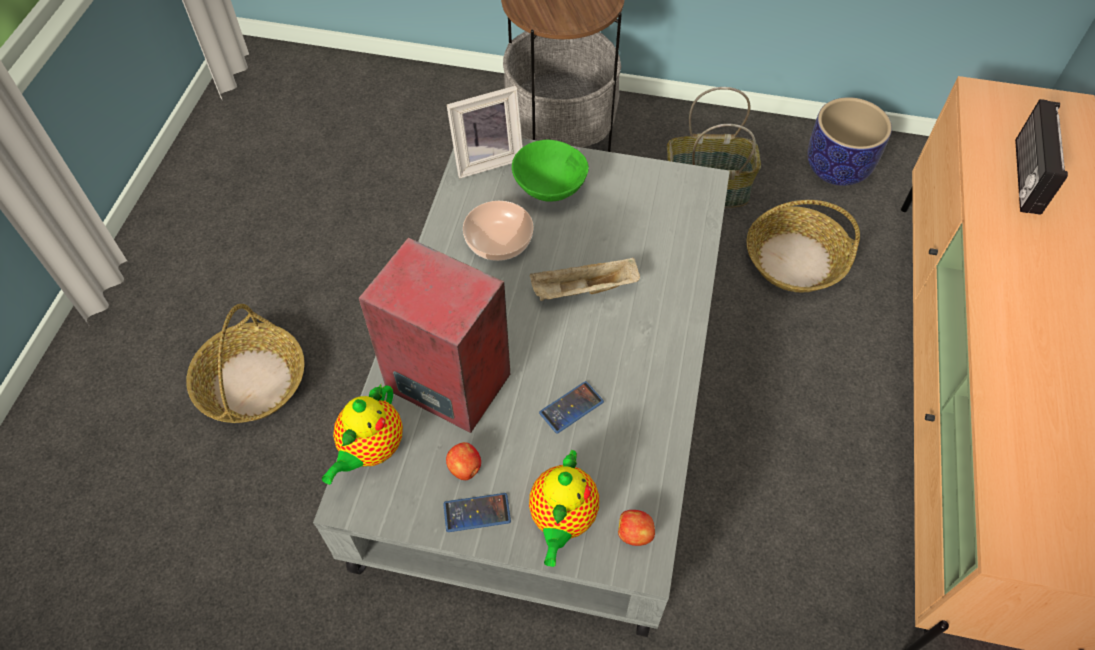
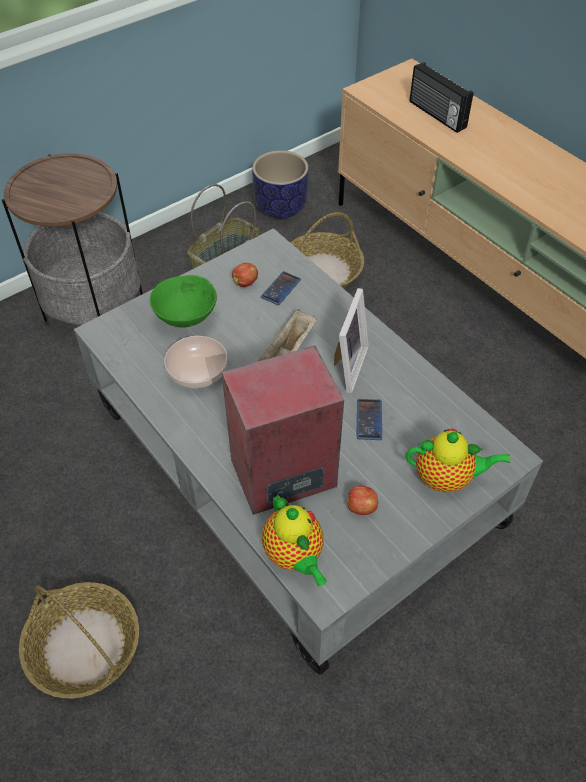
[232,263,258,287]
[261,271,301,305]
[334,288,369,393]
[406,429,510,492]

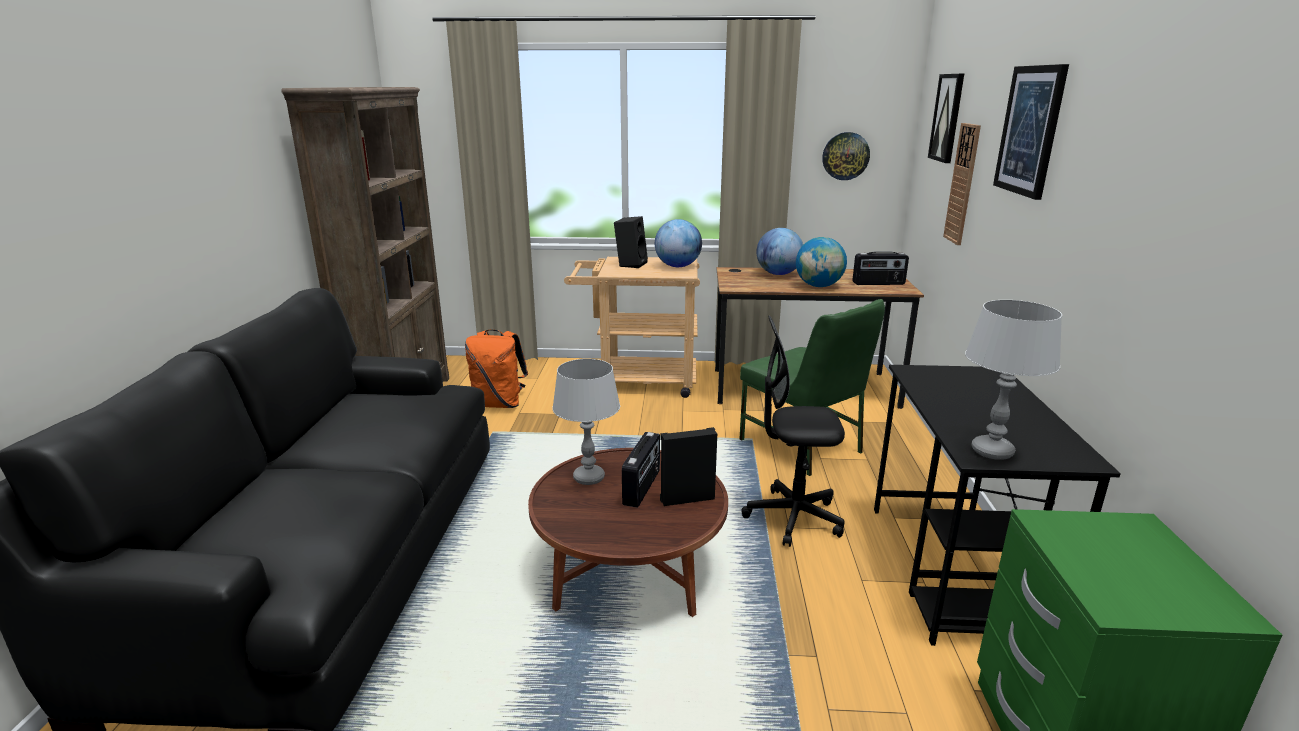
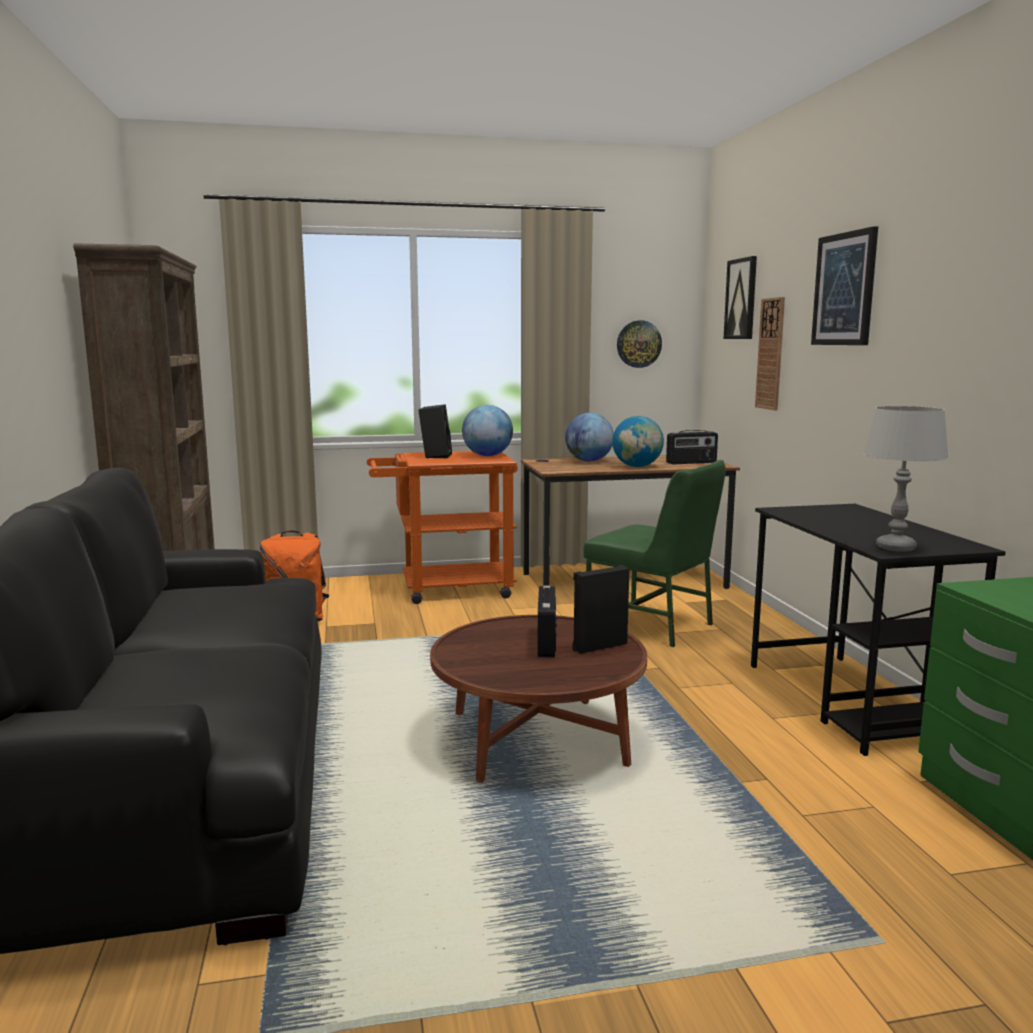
[367,451,518,604]
[552,359,620,485] (first image)
[741,316,845,547] (first image)

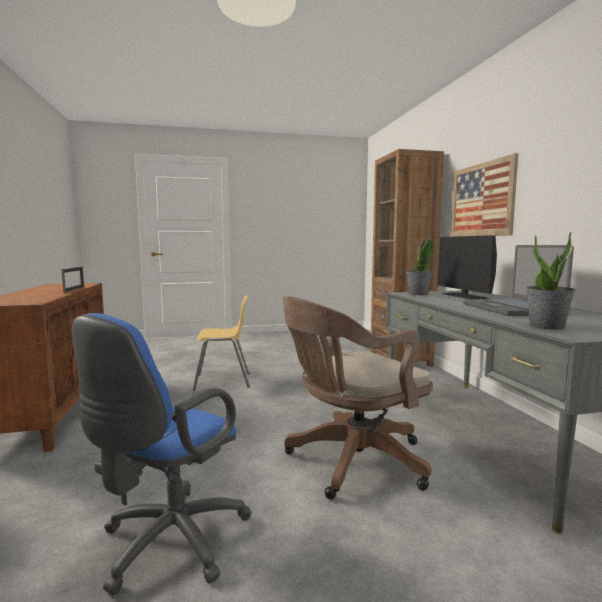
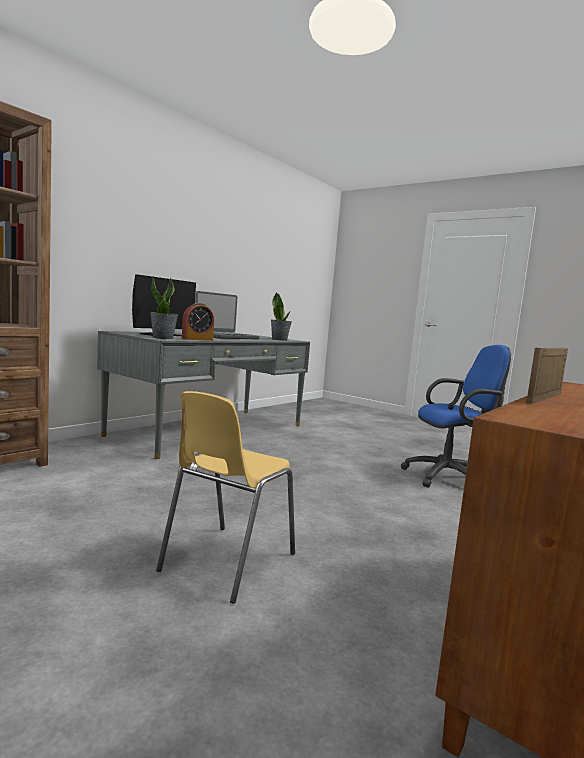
[156,391,295,604]
[182,303,214,341]
[282,296,433,499] (first image)
[451,153,518,237] (first image)

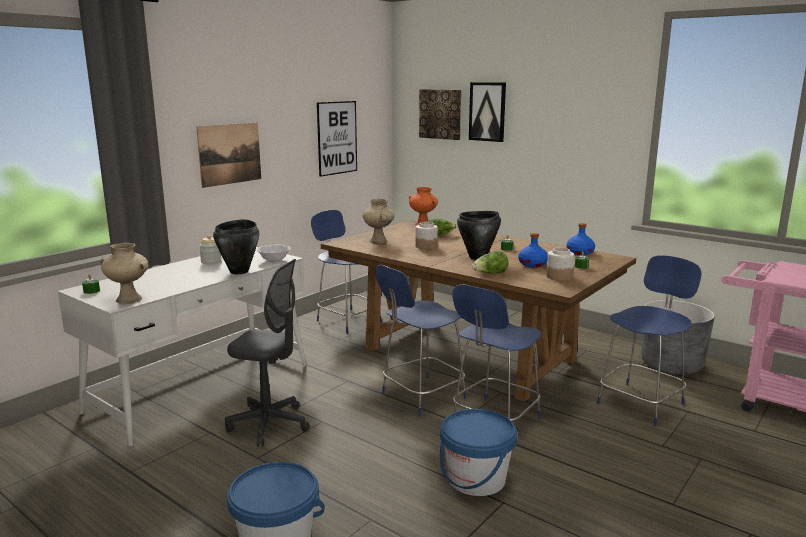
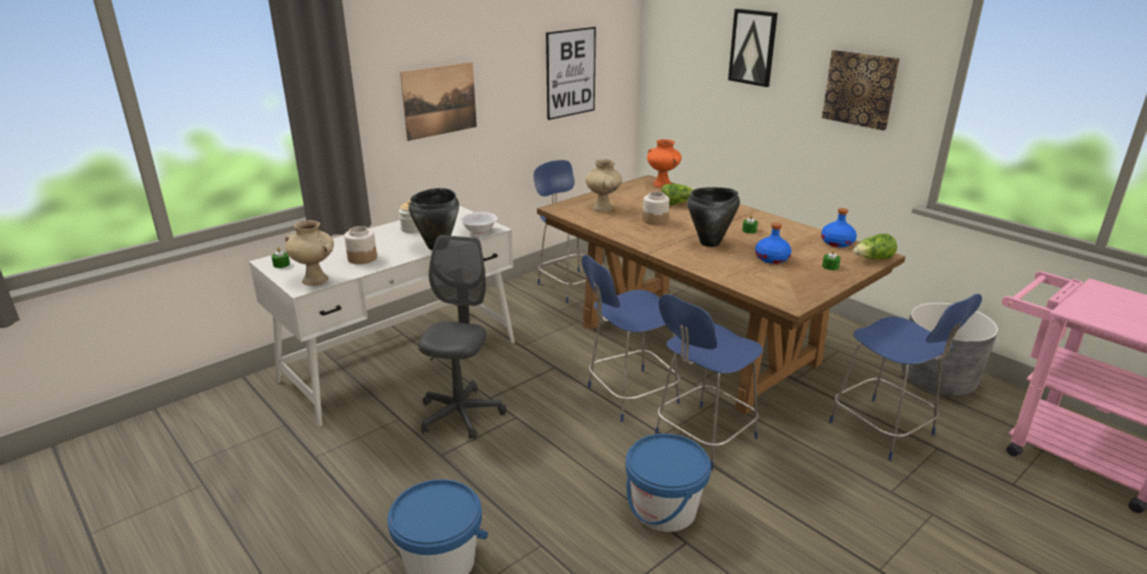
[344,226,377,264]
[418,235,506,439]
[822,50,900,130]
[829,294,982,461]
[853,234,897,259]

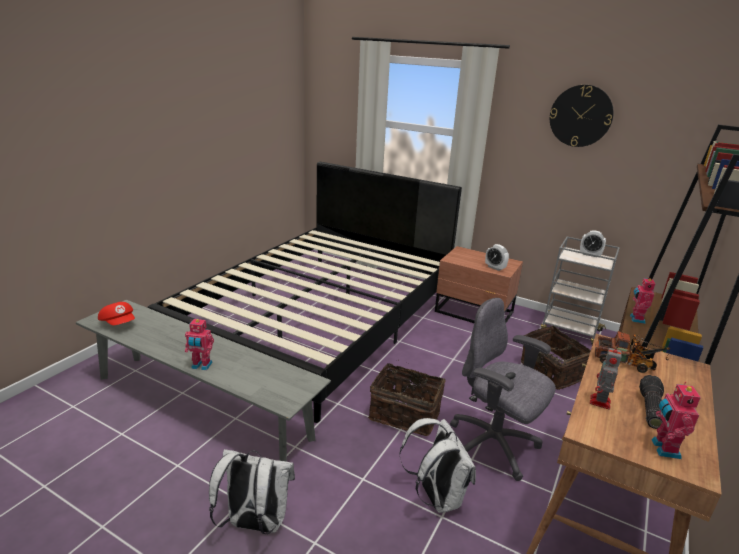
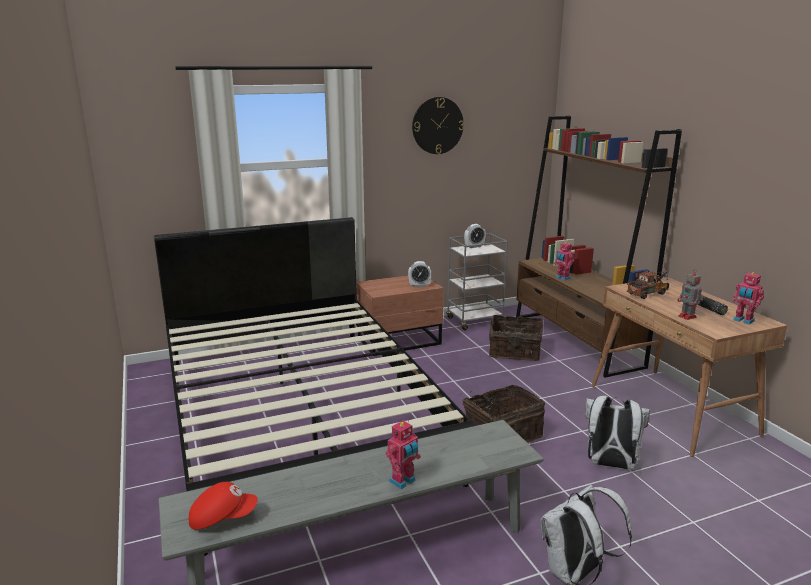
[450,298,556,481] (first image)

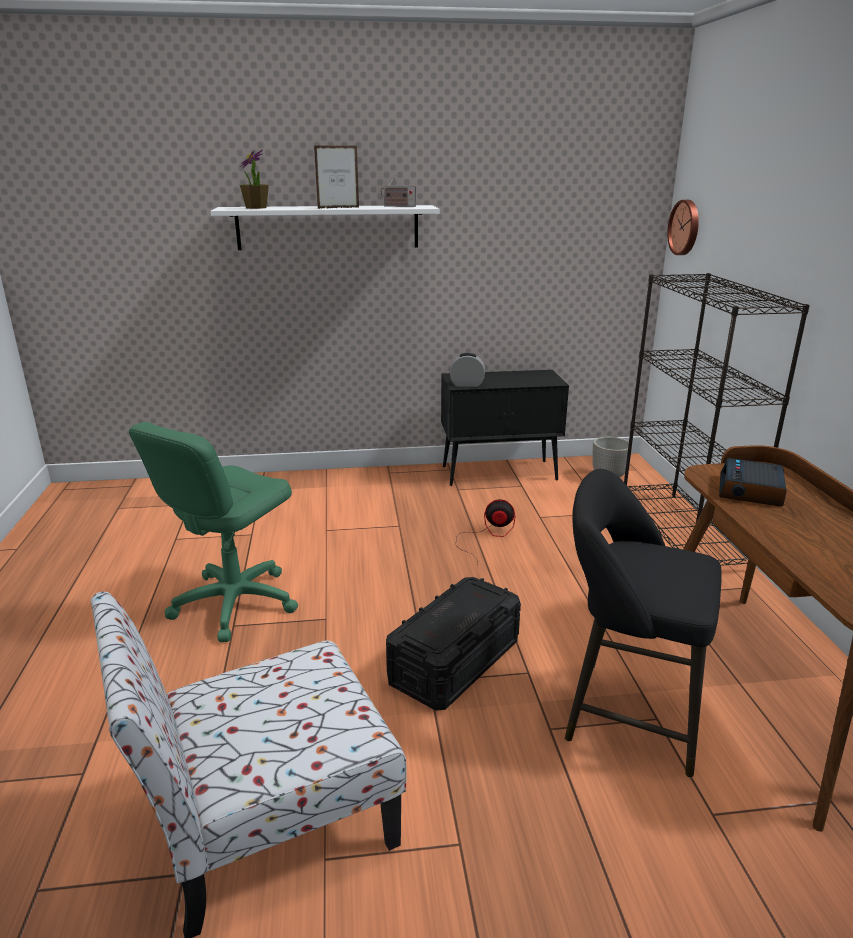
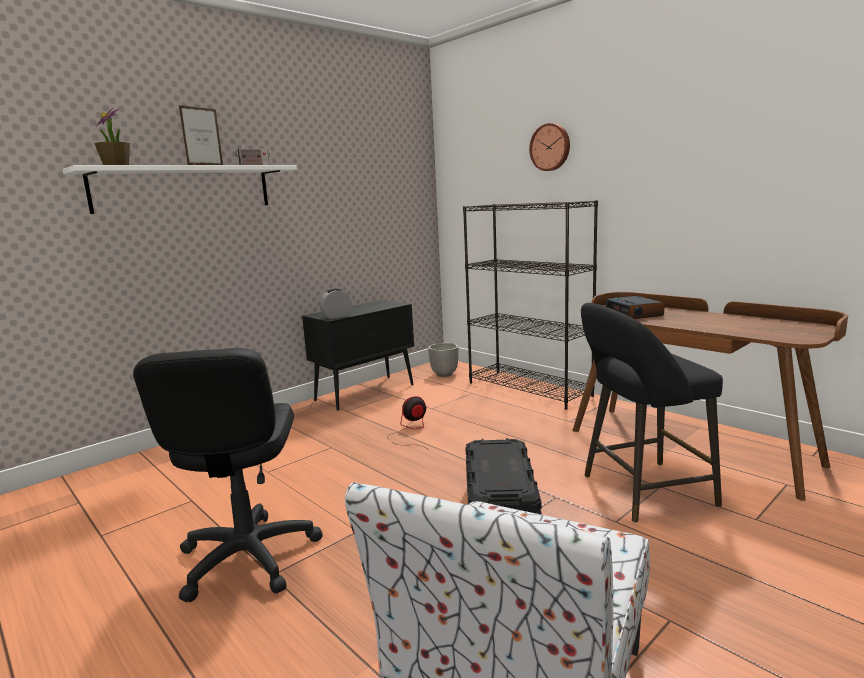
[133,348,323,602]
[529,123,570,171]

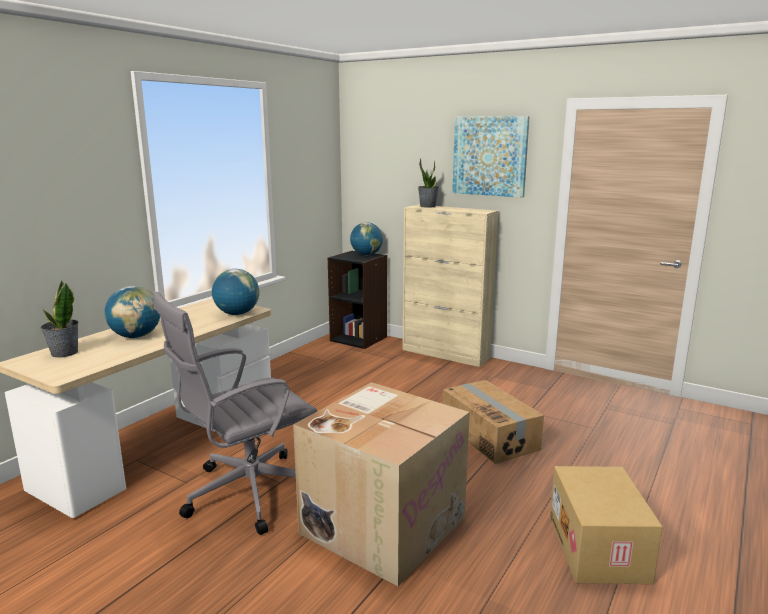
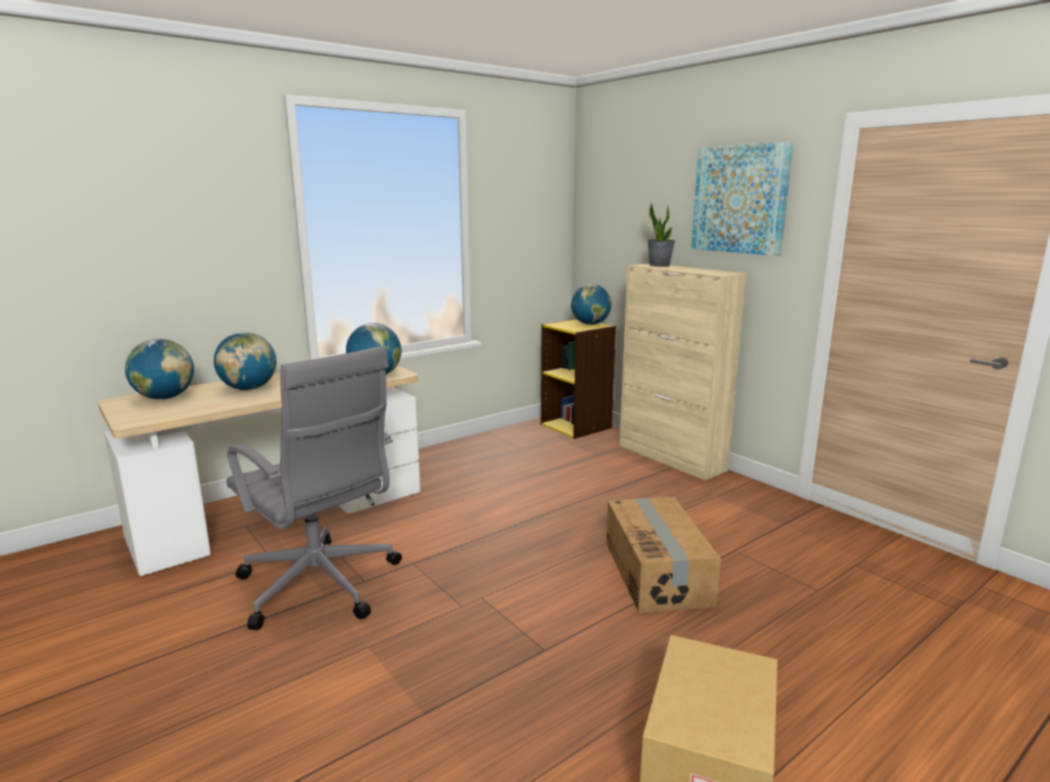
[125,339,194,399]
[226,346,402,630]
[541,319,616,439]
[293,382,469,586] (first image)

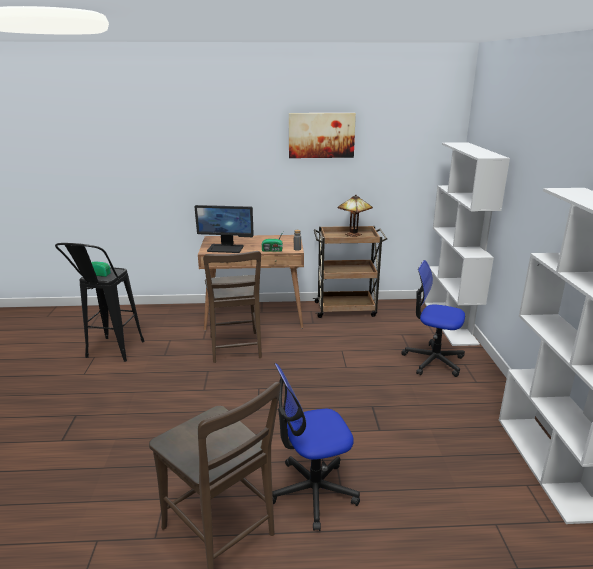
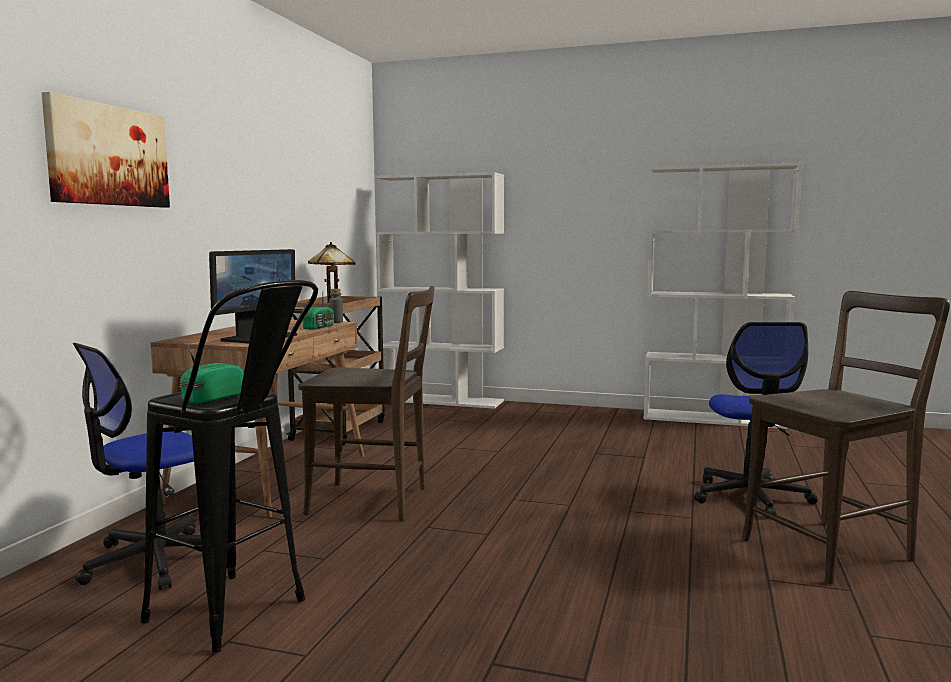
[42,92,170,208]
[73,343,201,590]

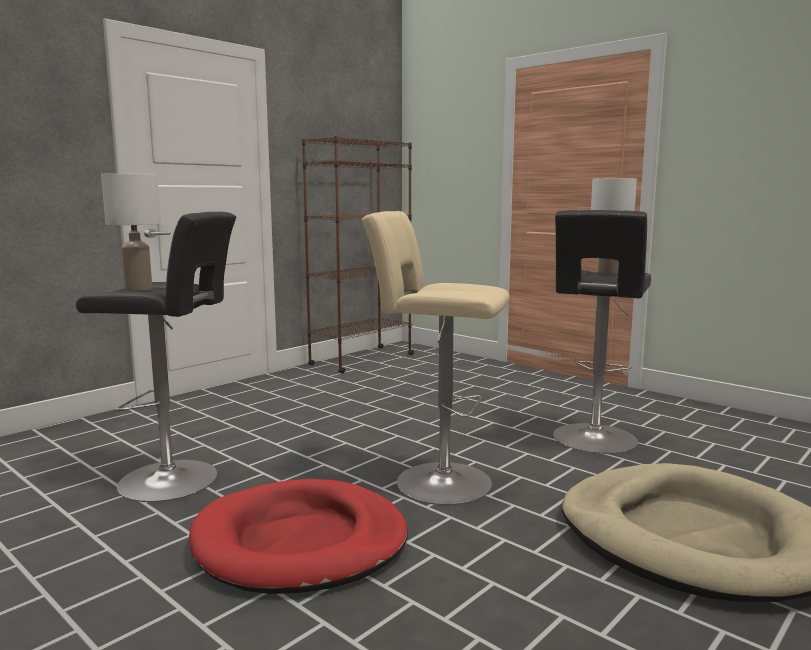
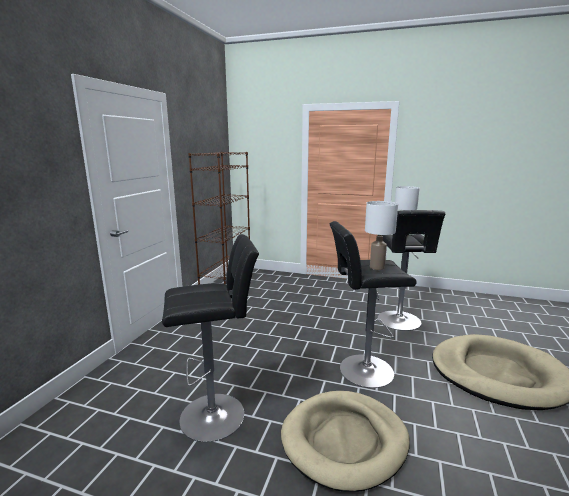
[281,391,410,492]
[330,221,417,388]
[365,201,398,270]

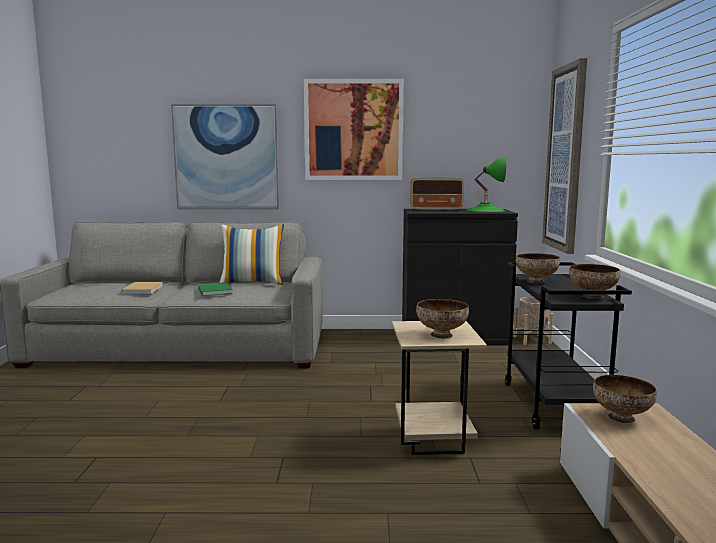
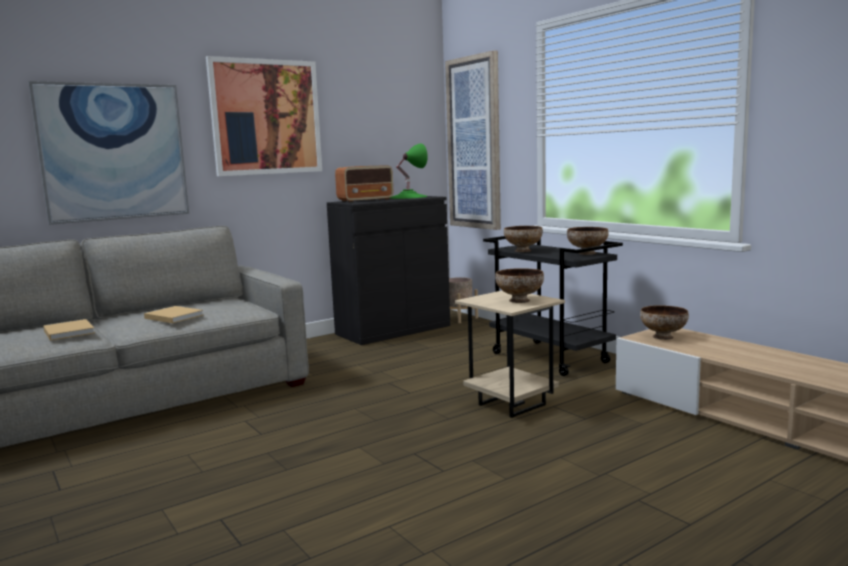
[144,306,203,323]
[219,224,284,285] (first image)

